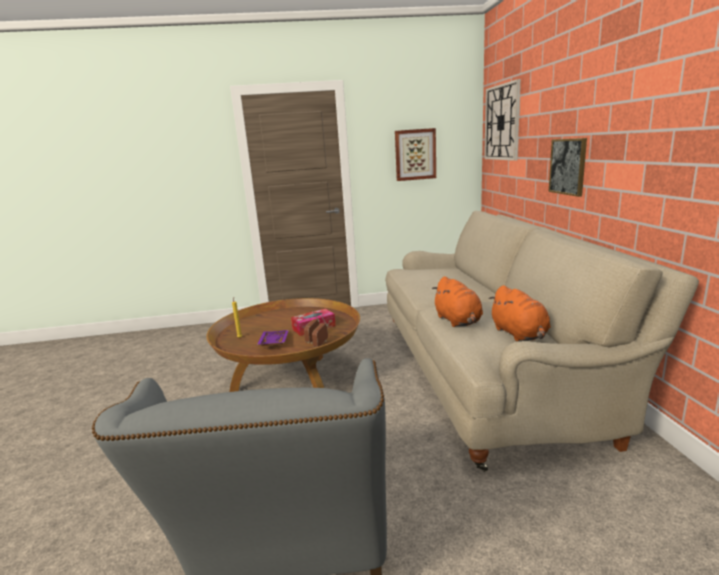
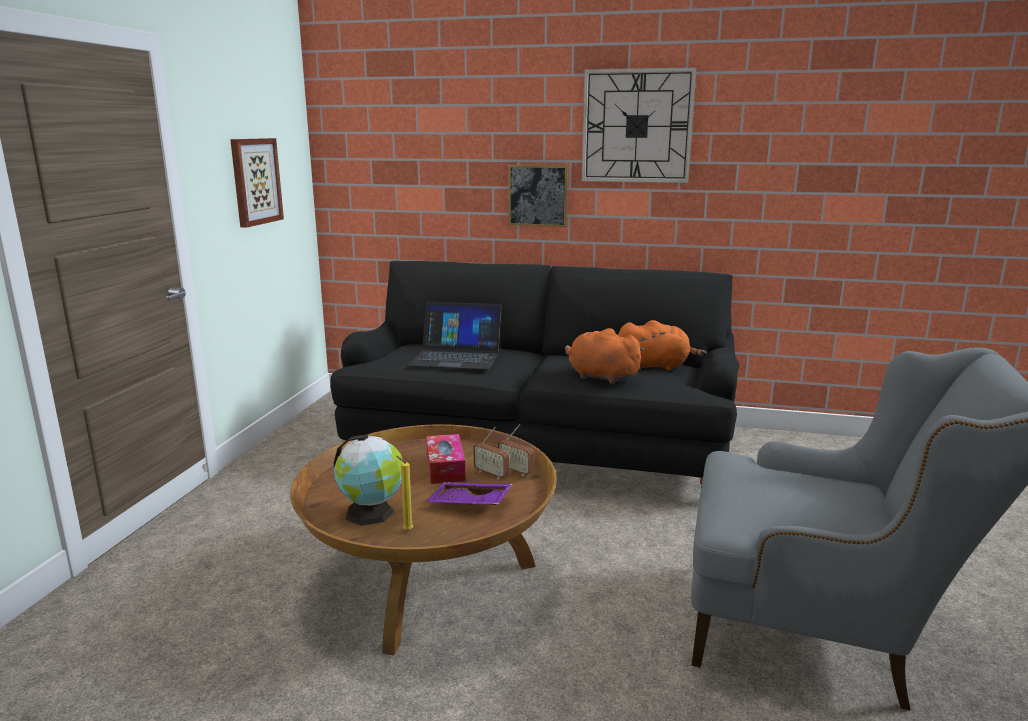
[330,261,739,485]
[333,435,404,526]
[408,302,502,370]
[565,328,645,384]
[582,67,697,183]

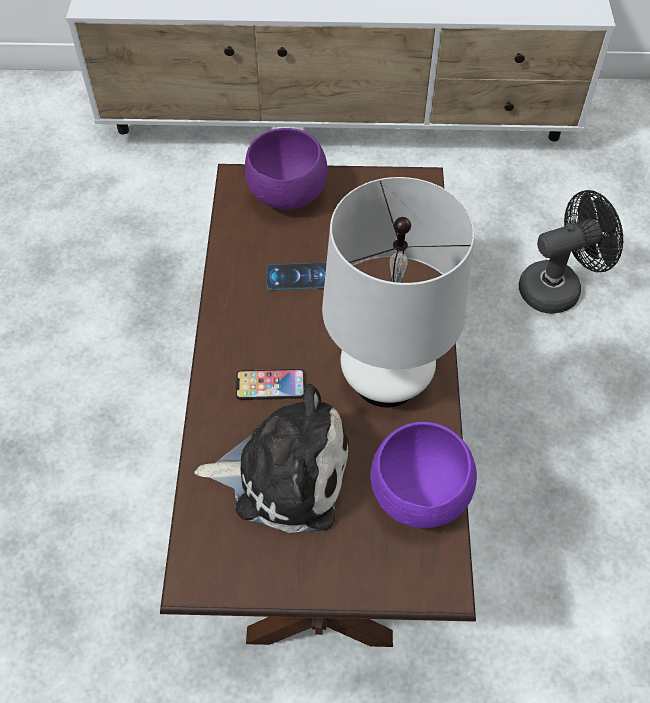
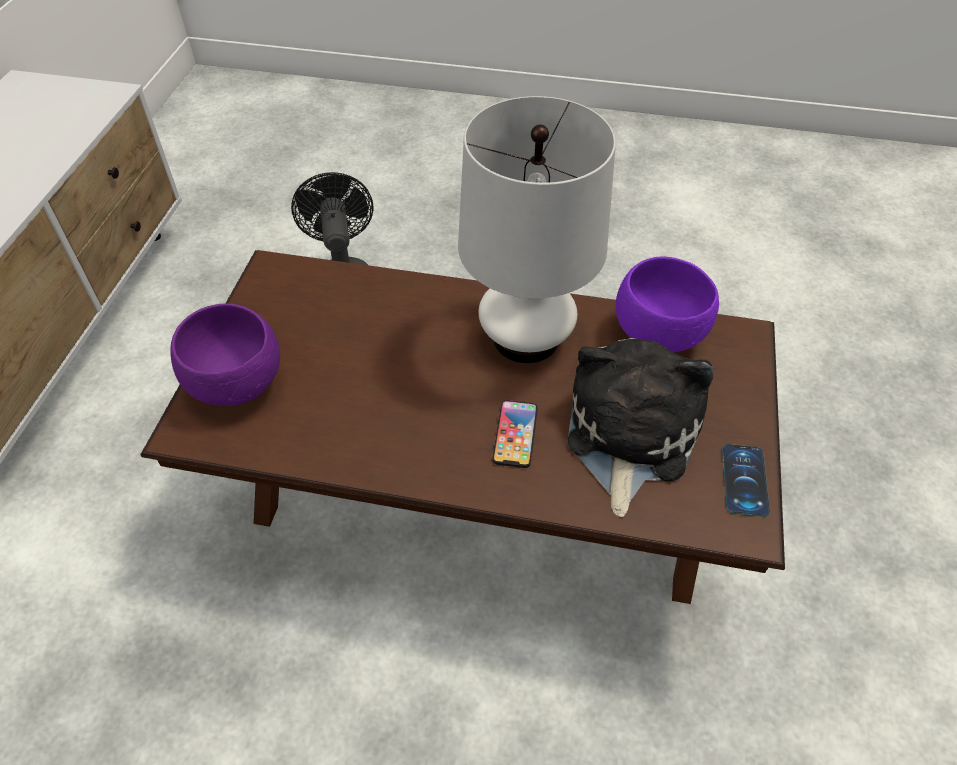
[722,444,770,517]

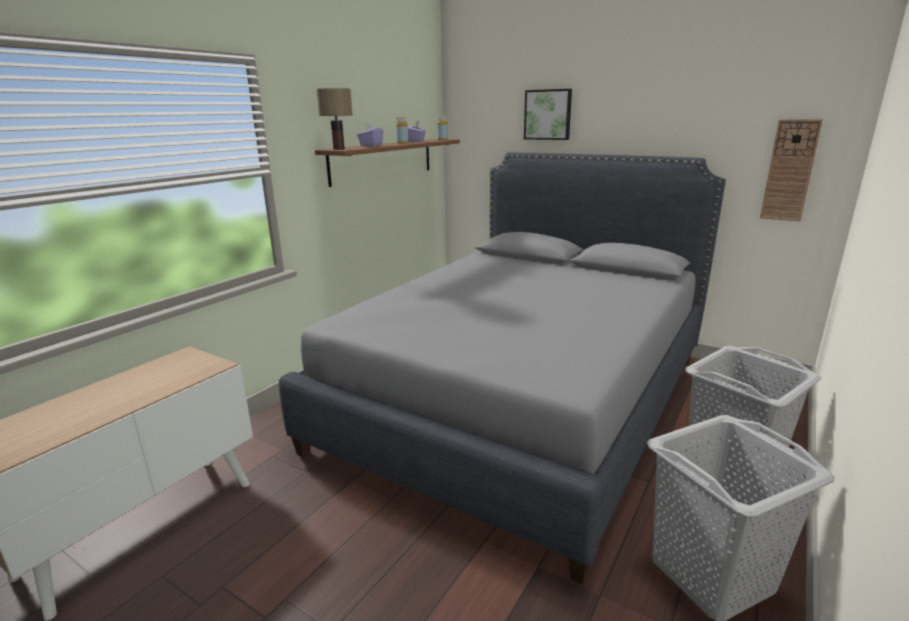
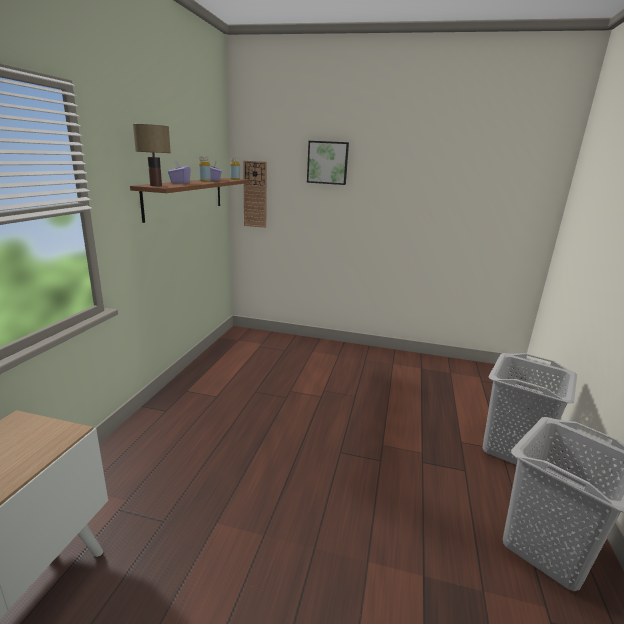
[243,161,267,228]
[279,152,726,584] (first image)

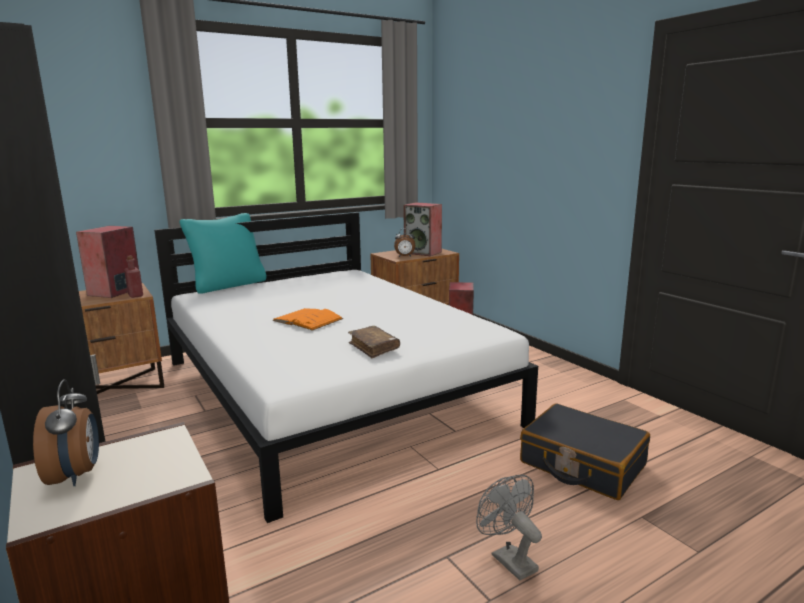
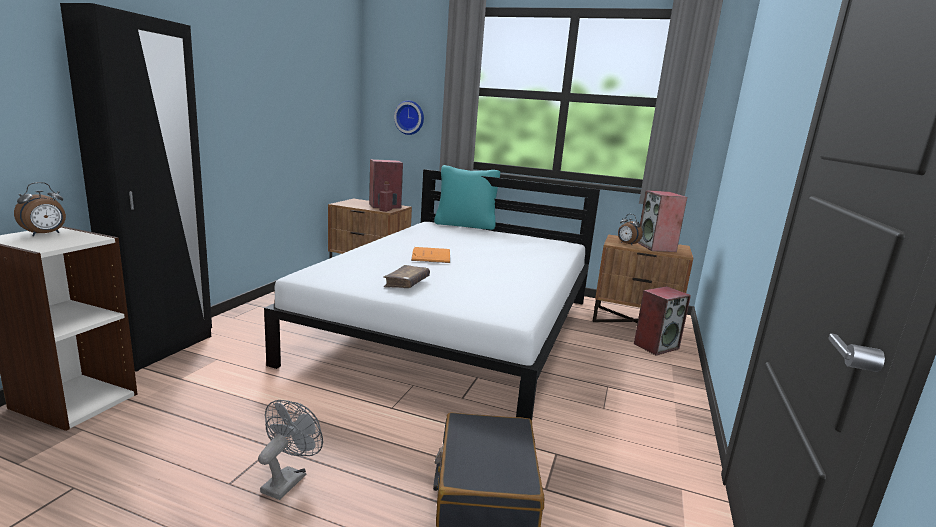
[394,100,424,135]

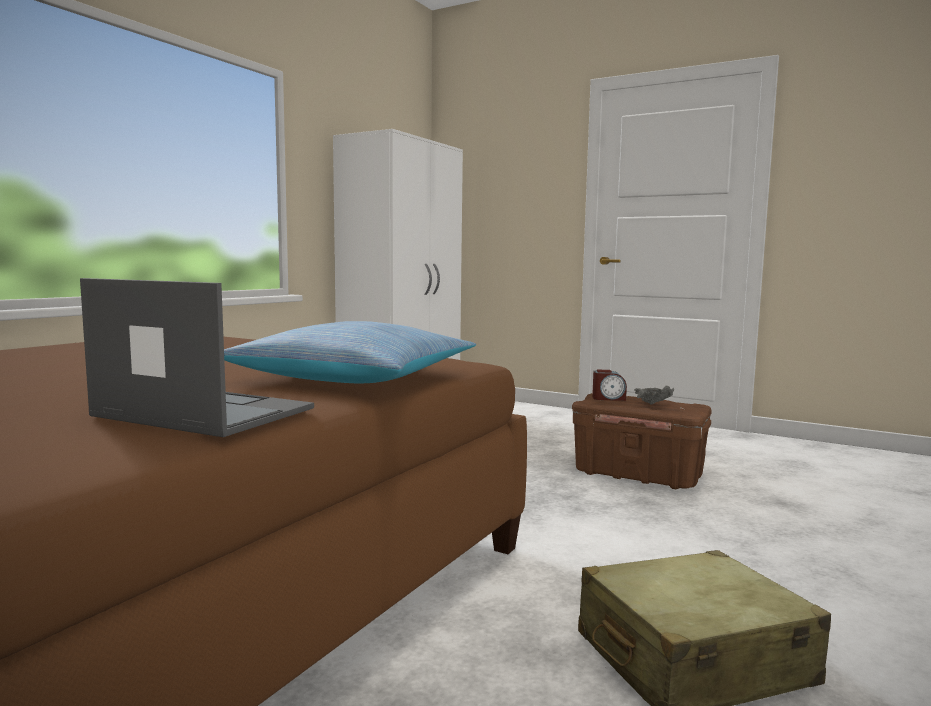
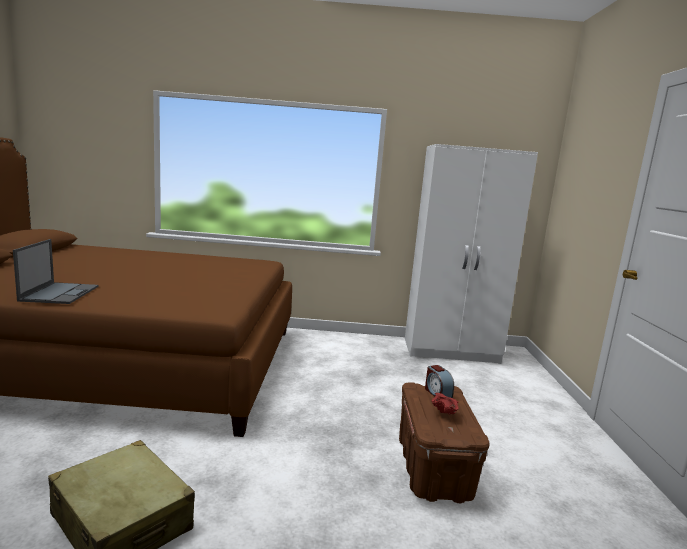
[432,393,459,414]
[224,321,476,383] (first image)

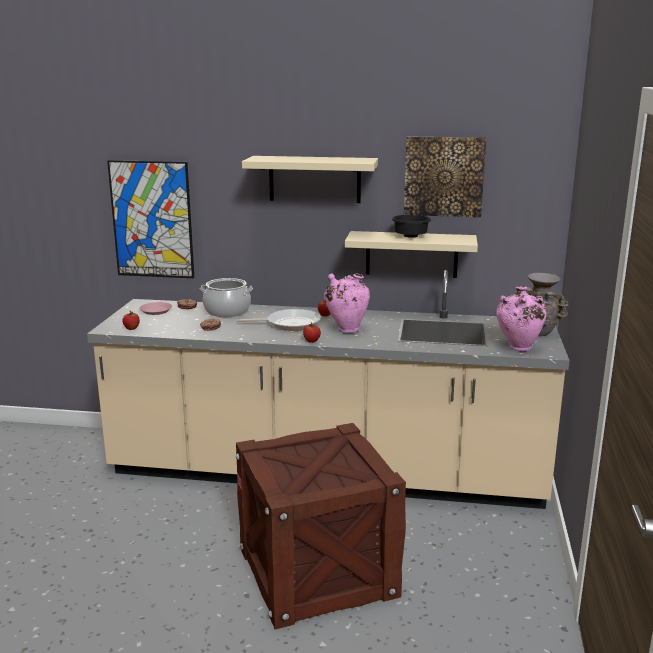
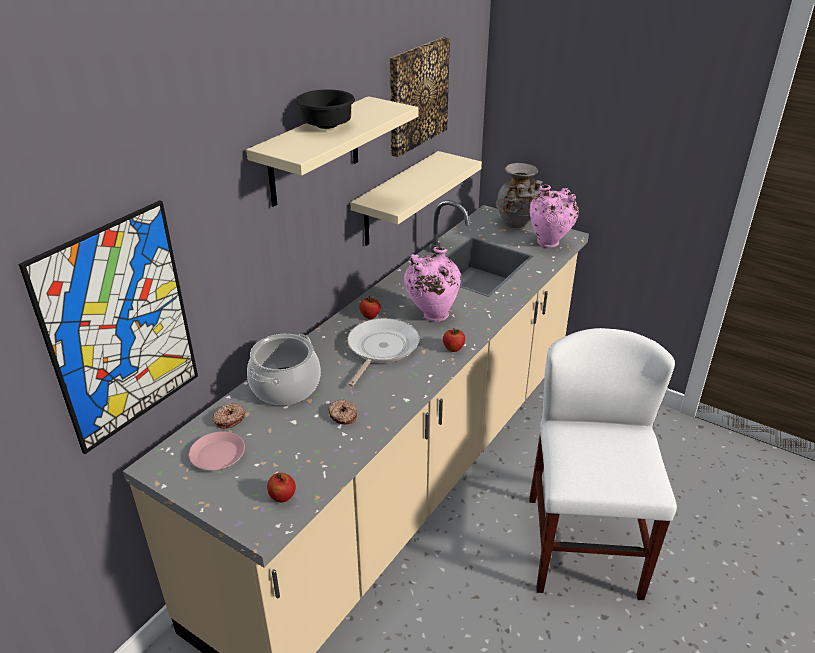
[296,89,355,129]
[529,328,677,600]

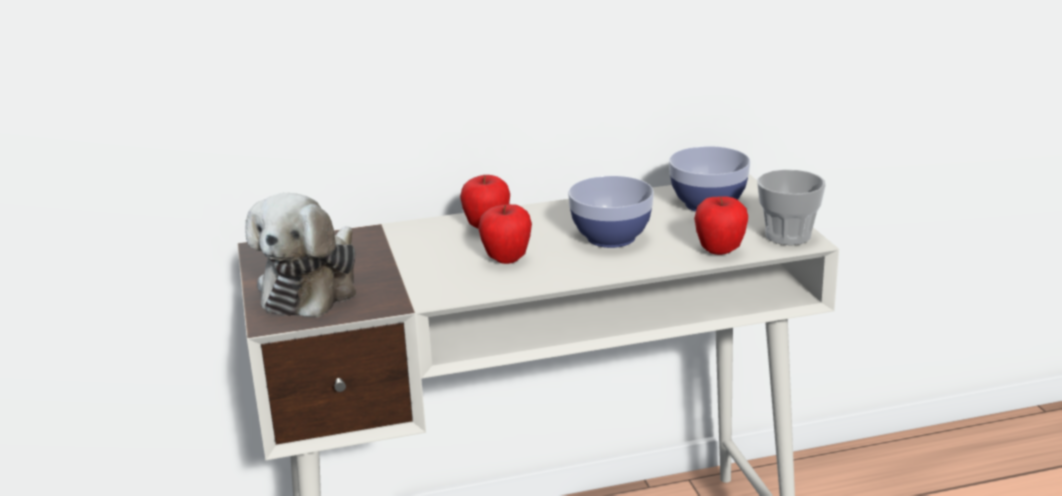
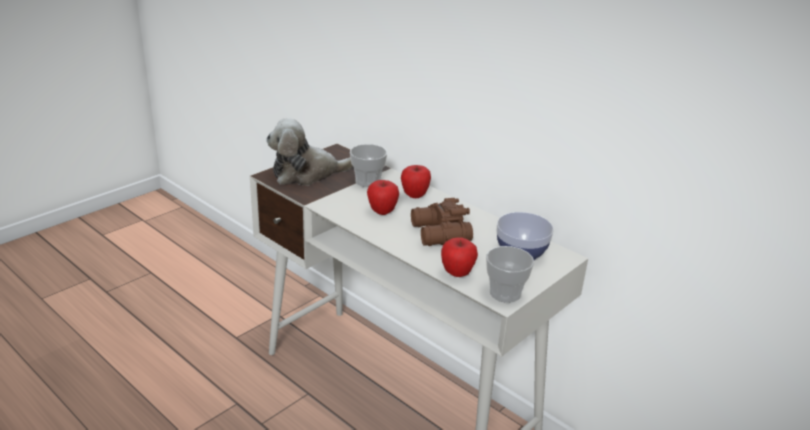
[350,144,387,187]
[411,198,473,246]

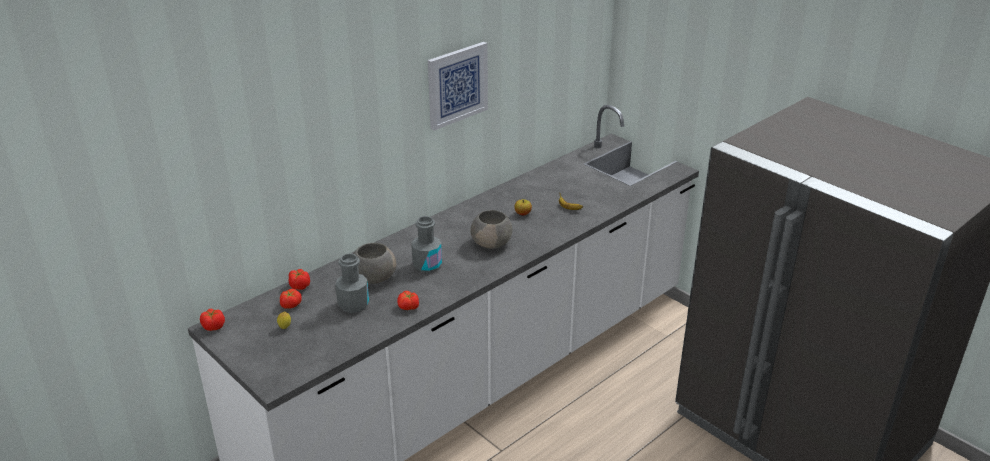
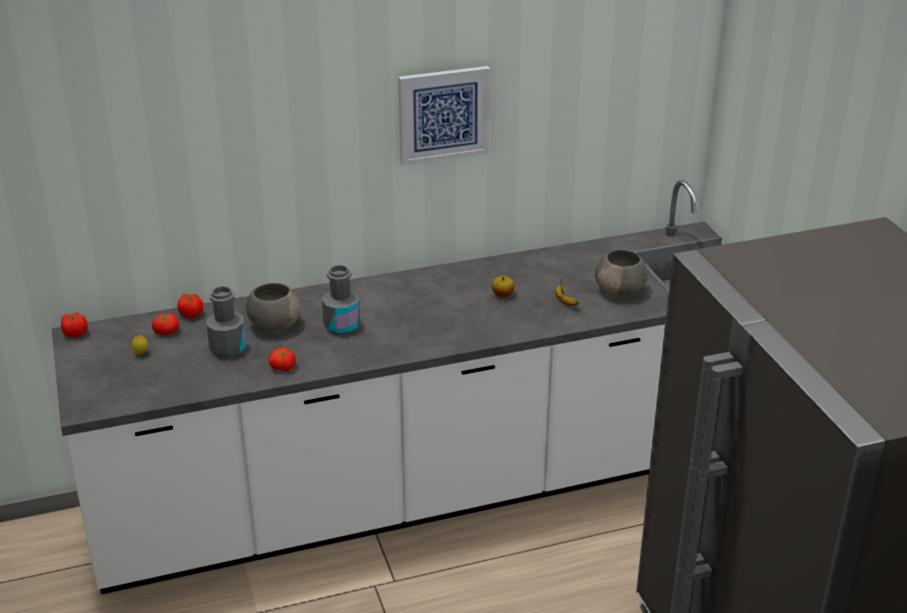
[595,250,648,297]

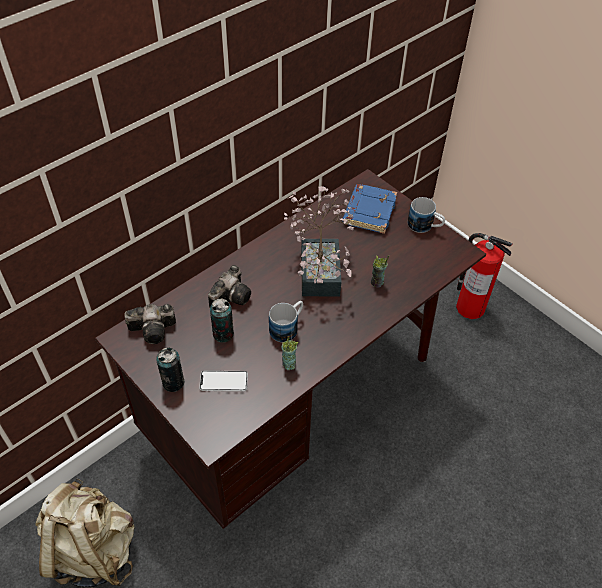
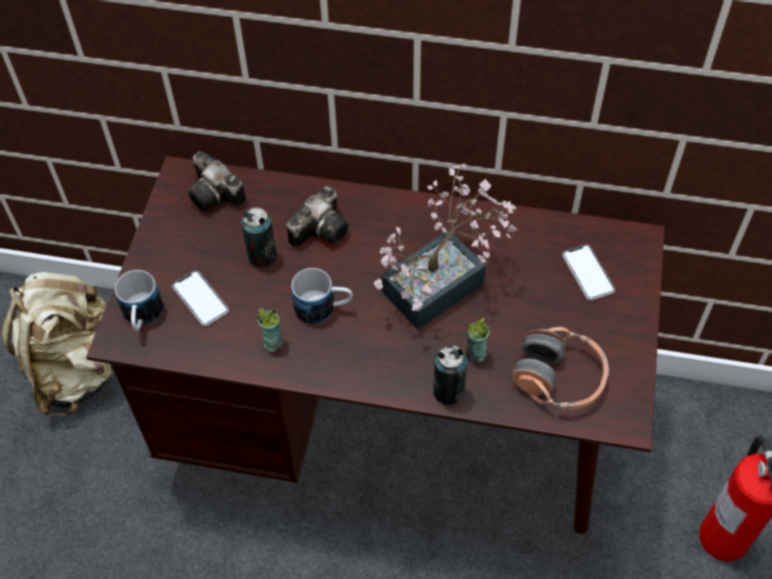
[114,270,163,331]
[287,185,349,247]
[433,345,467,405]
[511,327,609,410]
[562,245,615,300]

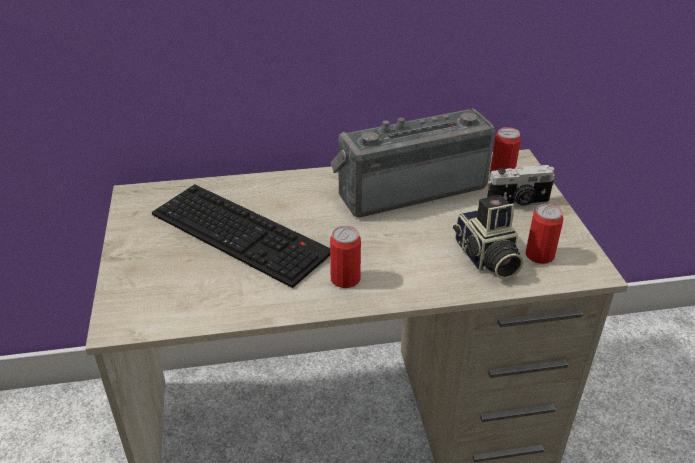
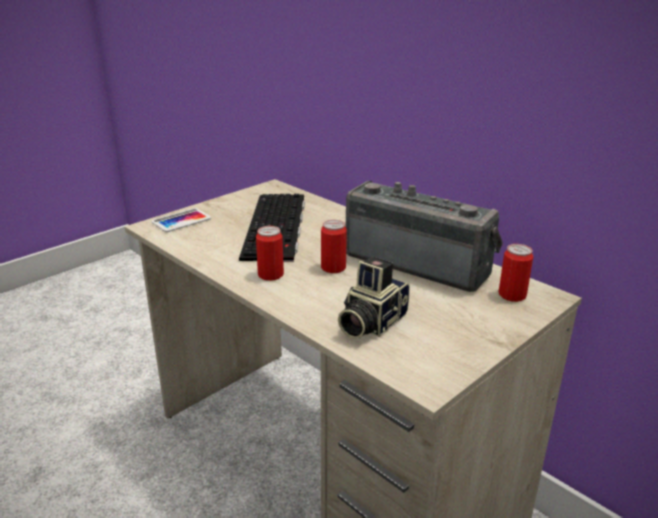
[151,208,211,232]
[321,220,347,273]
[487,165,555,207] (first image)

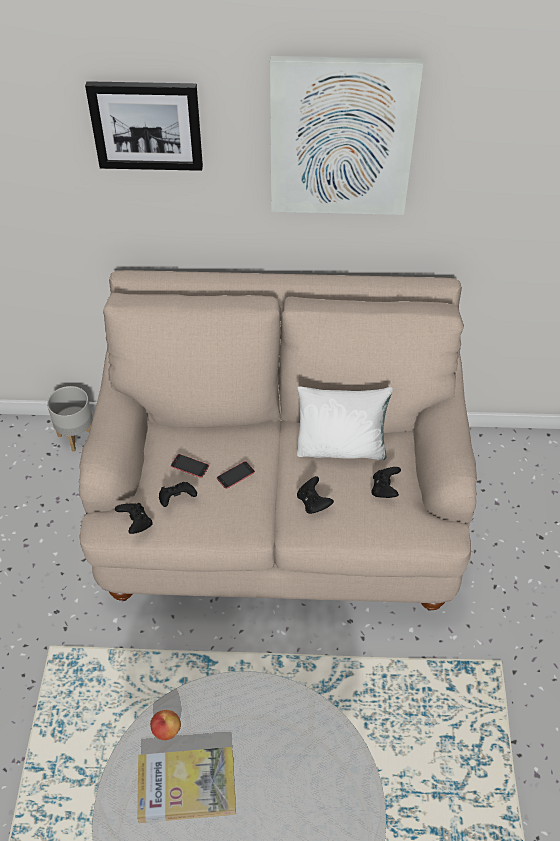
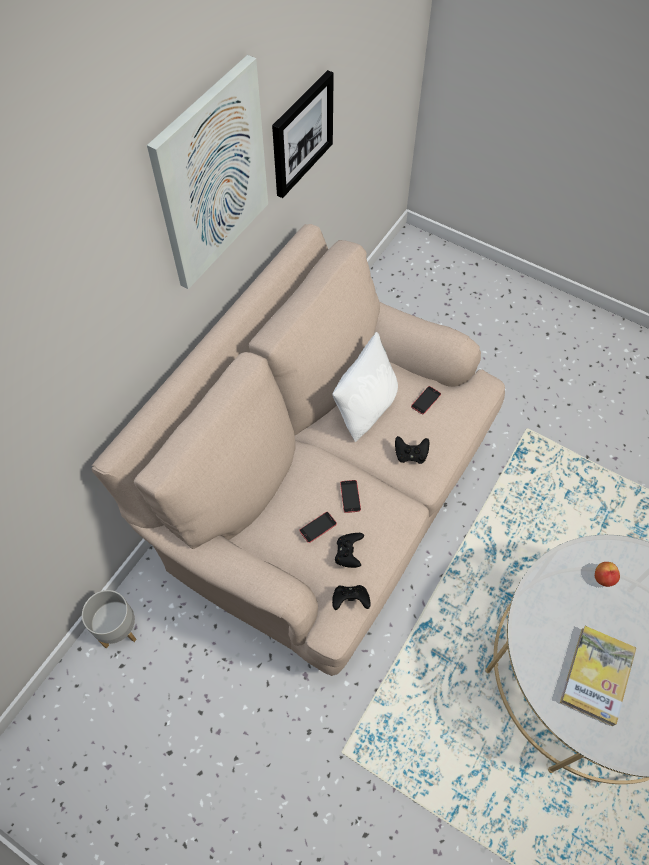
[272,70,334,198]
[411,386,441,415]
[595,562,620,587]

